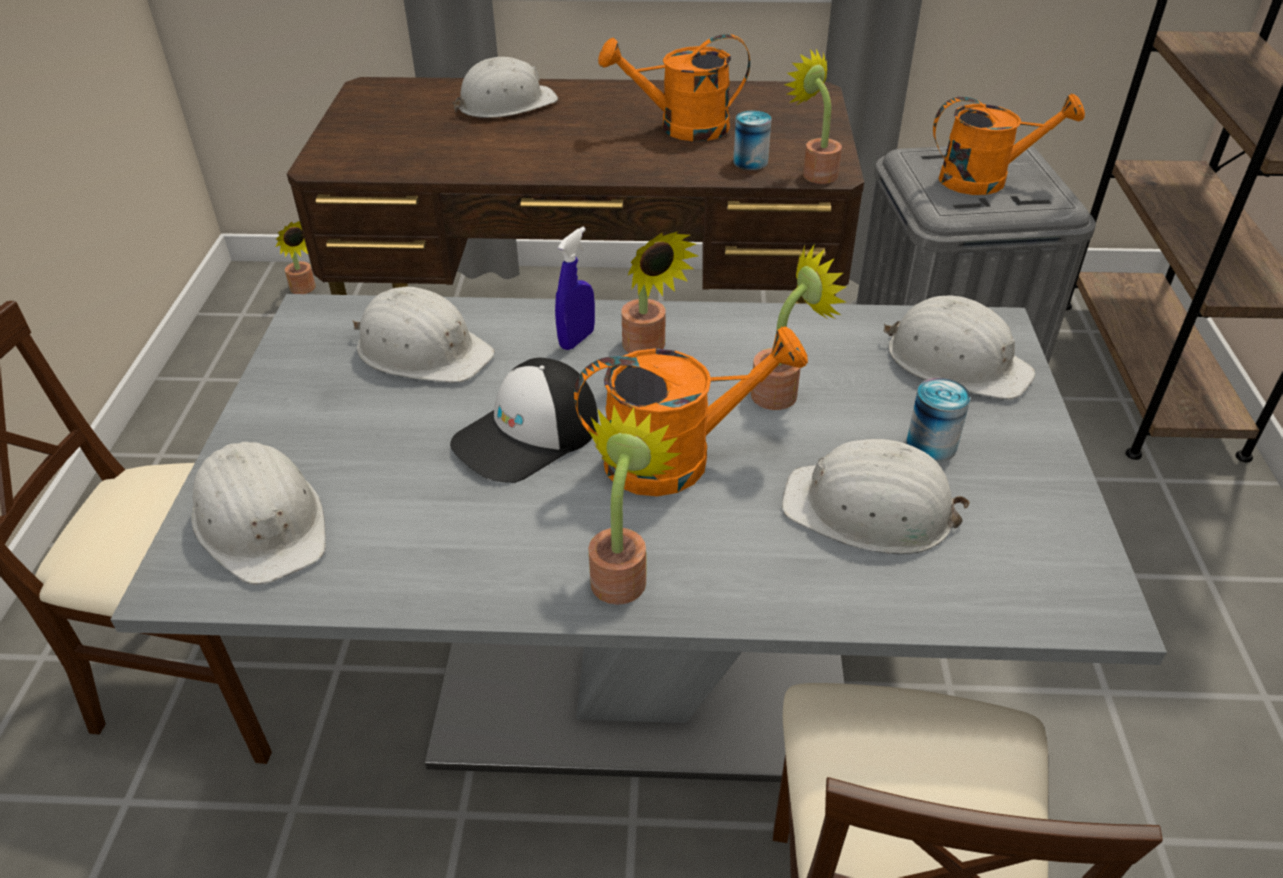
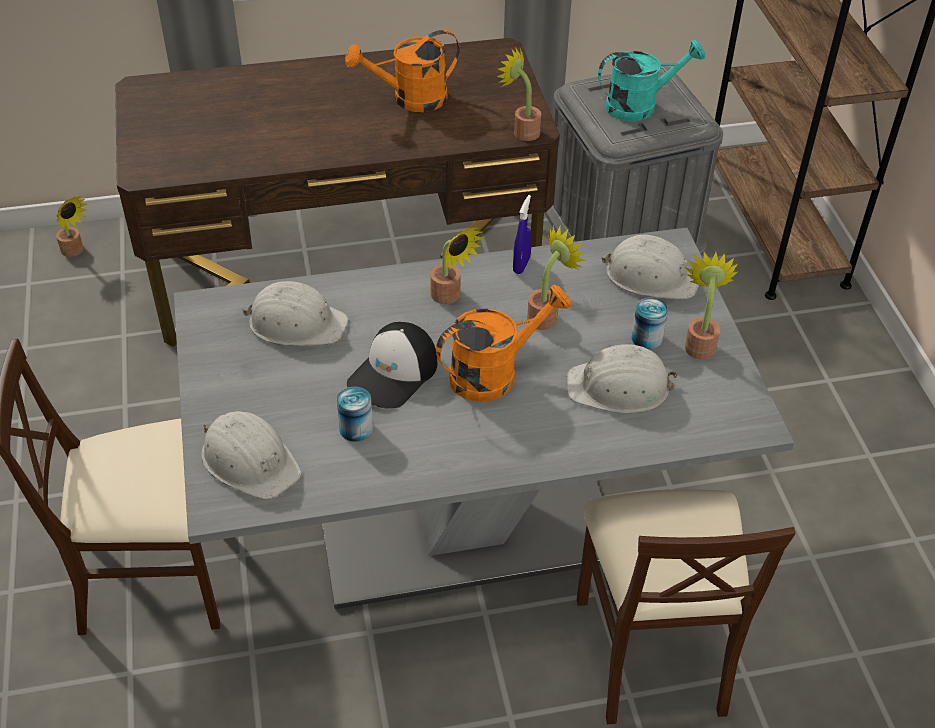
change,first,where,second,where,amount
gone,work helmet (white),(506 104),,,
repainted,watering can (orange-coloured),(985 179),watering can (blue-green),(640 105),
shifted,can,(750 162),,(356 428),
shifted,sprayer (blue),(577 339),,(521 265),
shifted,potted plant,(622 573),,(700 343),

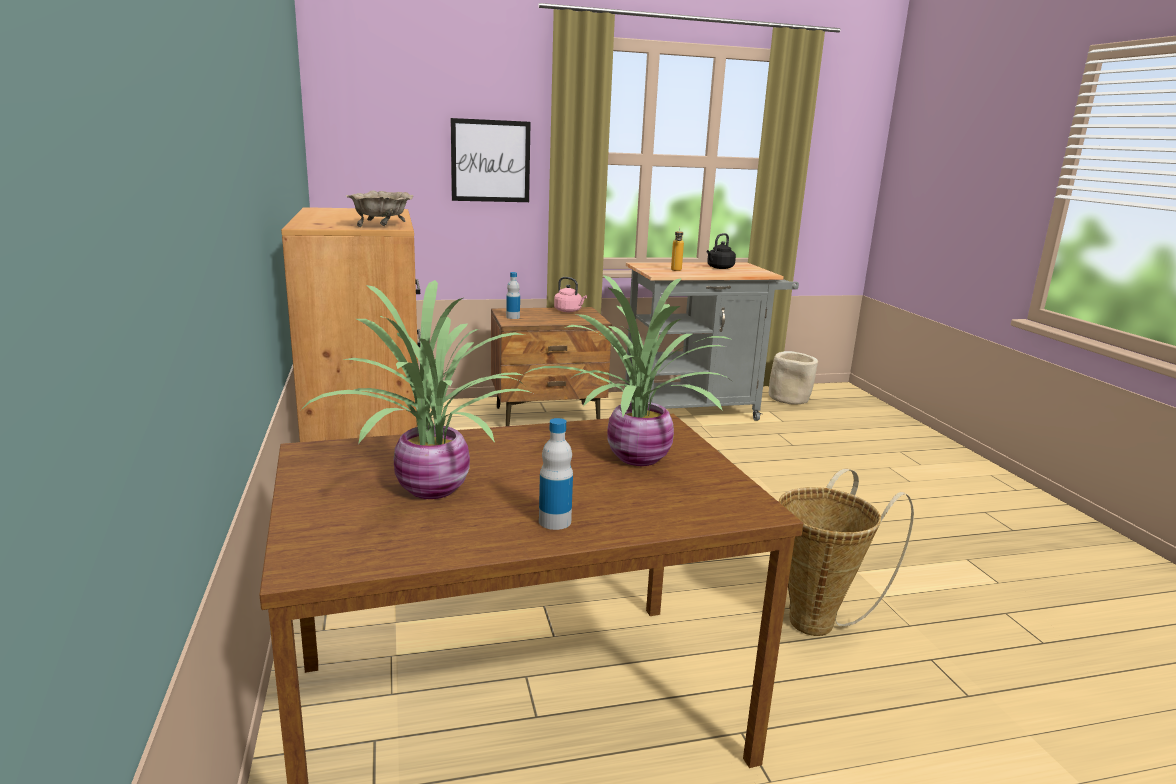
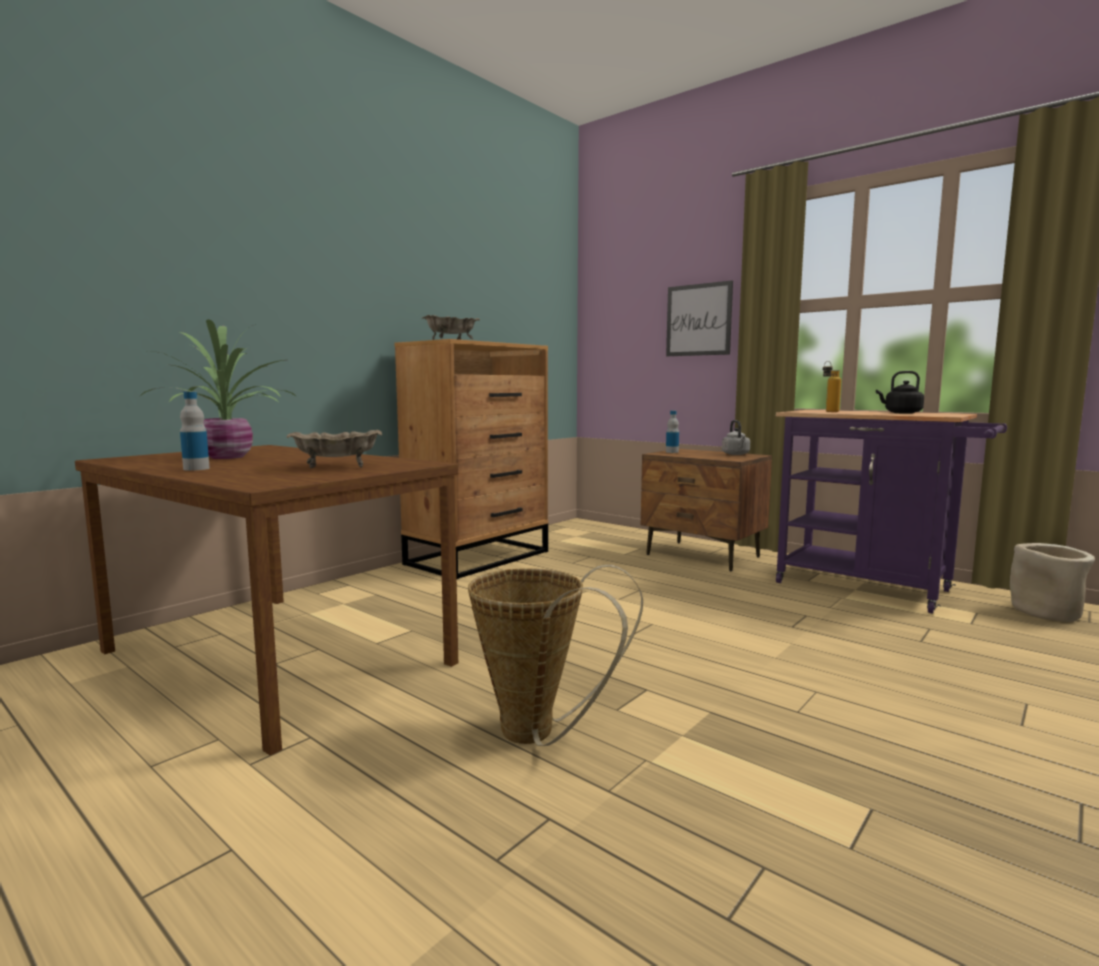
change,first,where,second,where,amount
repainted,wheeled cart (greyish),(698 410),wheeled cart (purple),(873 588),
swapped,potted plant,(635 457),serving bowl (sand-coloured),(337 466),
repainted,water kettle (pinkish),(569 311),water kettle (greyish),(736 454),

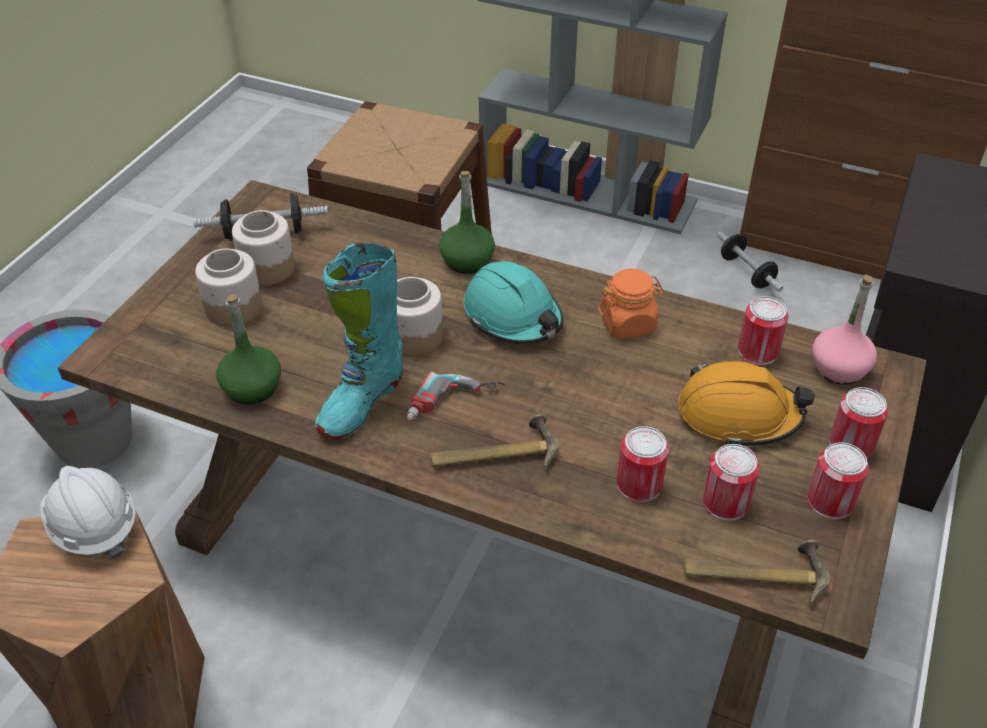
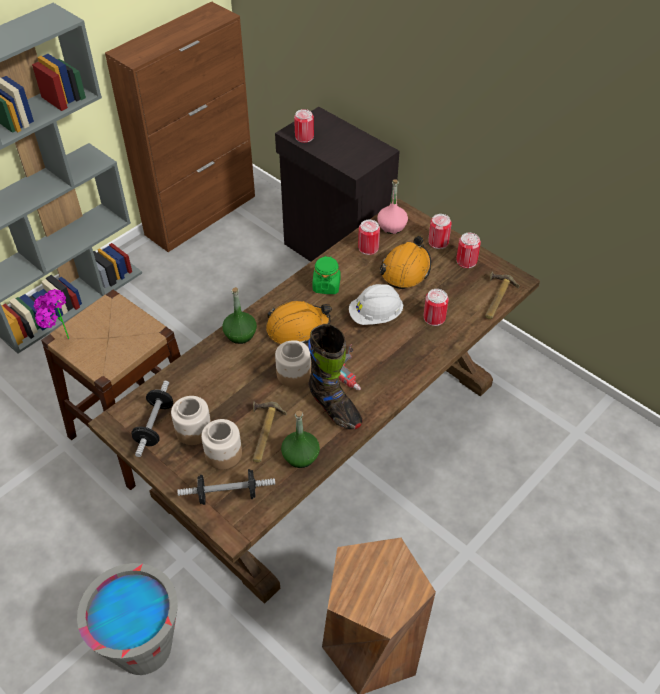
change,first,where,second,where,amount
shifted,dumbbell,(746 272),,(228 494),
repainted,high-top boot (blue-green),(362 402),high-top boot (black-coloured),(334 408),
repainted,work helmet (blue-green),(513 316),work helmet (orange-coloured),(298 328),
repainted,preserve jar (orange-coloured),(628 324),preserve jar (green),(326 286),
shifted,hammer,(494 453),,(262 433),
shifted,can,(725 503),,(304 137),
shifted,work helmet (white),(93 527),,(375 316),
new,,,potted plant,(60 341),

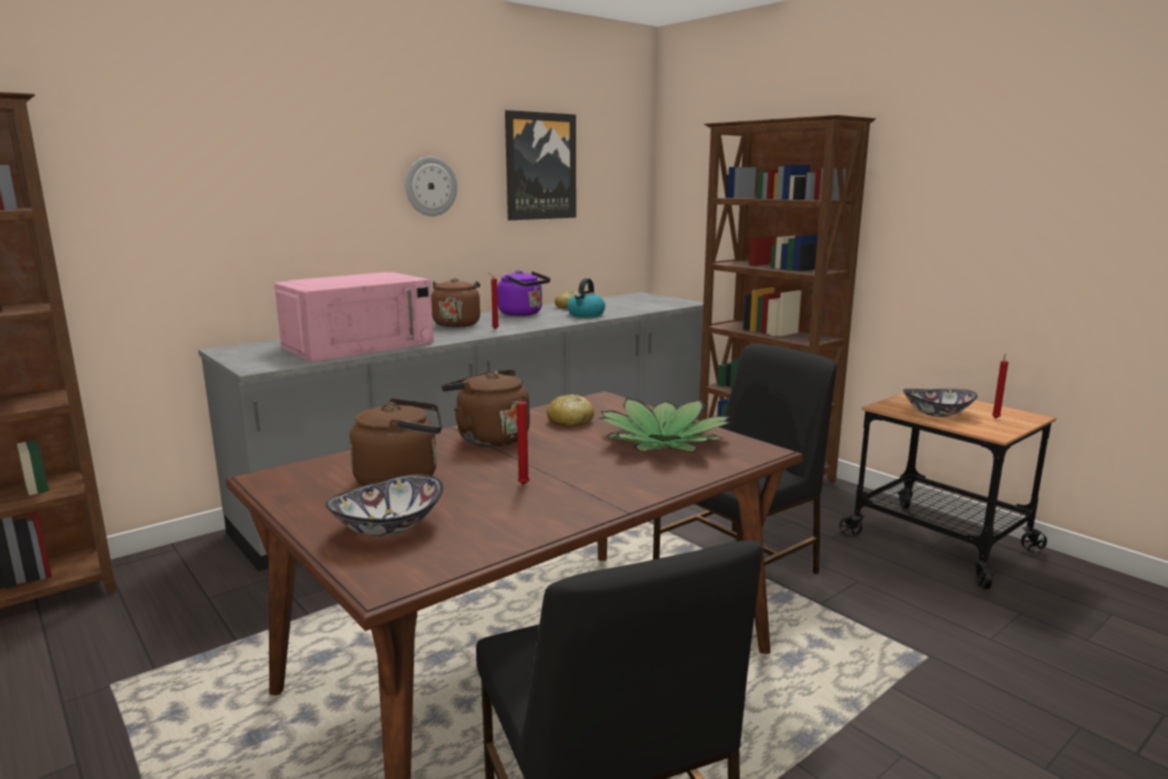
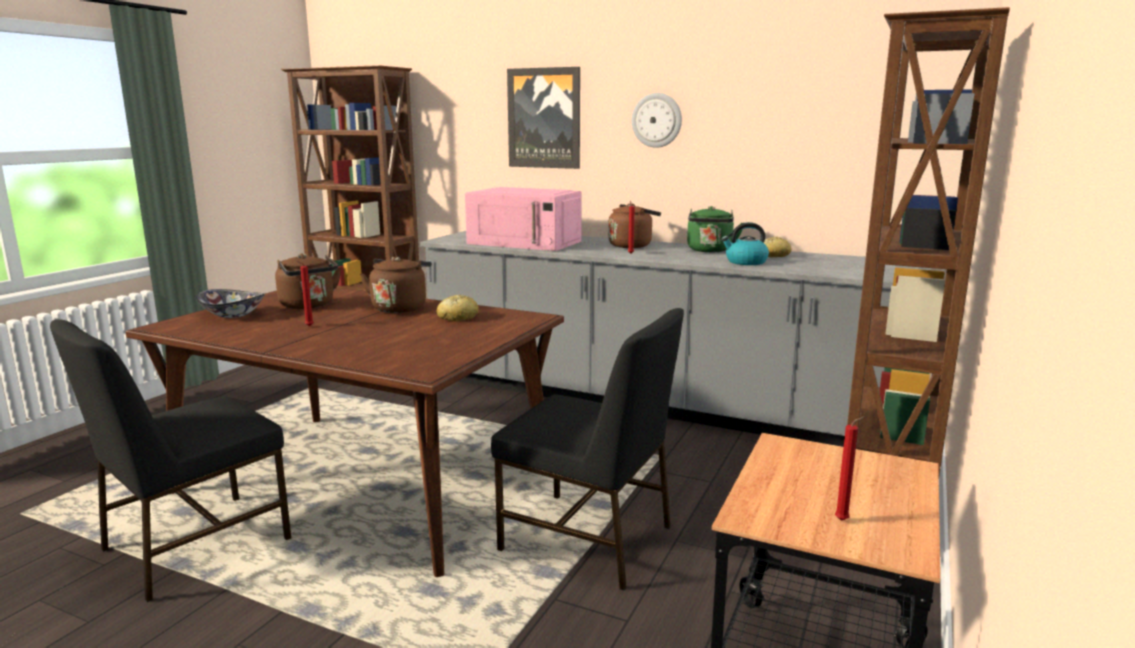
change,first,where,second,where,amount
shifted,wall picture,(540 166),,(544 118),
repainted,water kettle (purple),(523 314),water kettle (green),(710 250),
gone,serving bowl,(936 413),,,
gone,potted plant,(663 441),,,

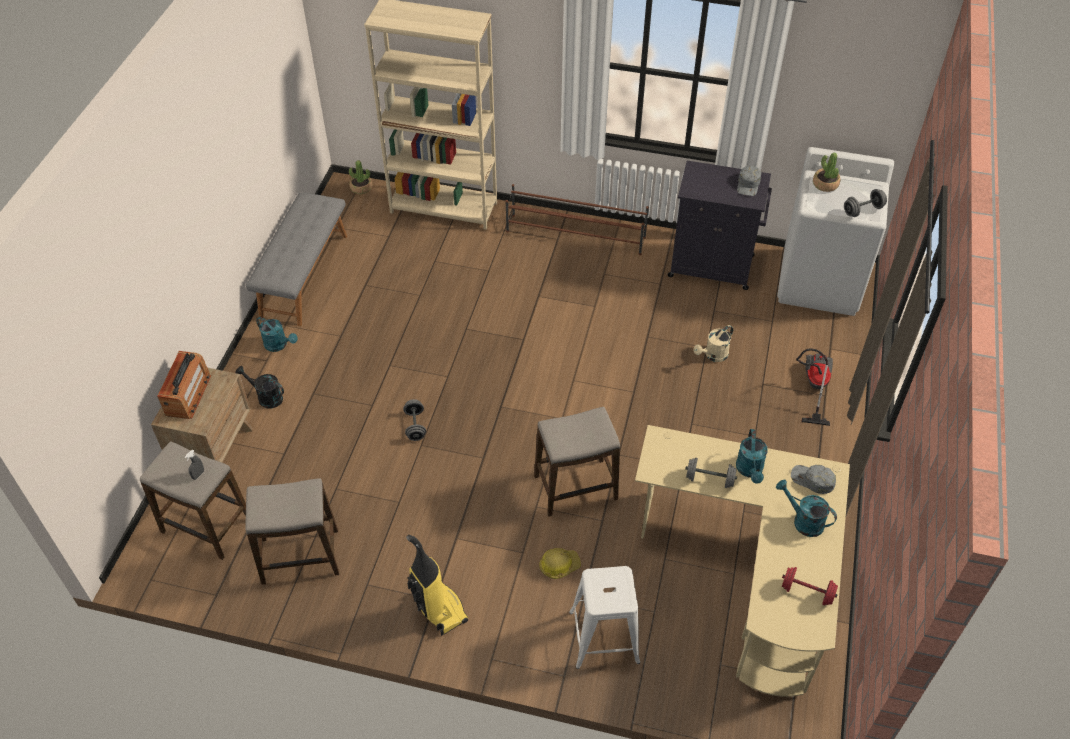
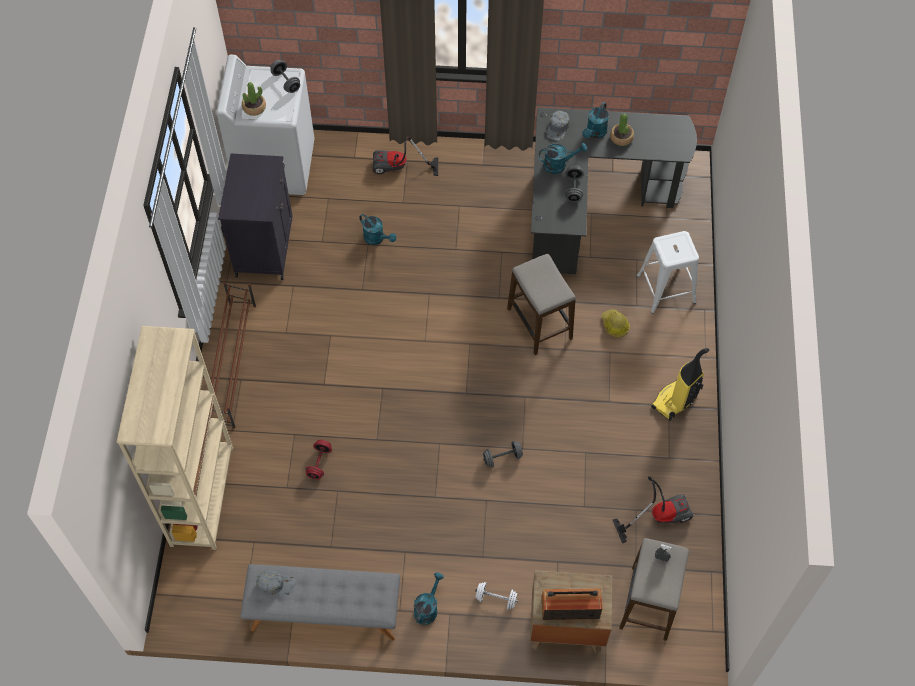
change,first,where,second,where,amount
shifted,potted plant,(361 188),,(621 138),
shifted,peaked cap (greyish),(748 184),,(276 584),
repainted,watering can (sand-coloured),(713 356),watering can (blue-green),(377 239),
swapped,watering can (black-coloured),(266 397),dumbbell (white),(496 599),
repainted,desk unit (sand-coloured),(749 575),desk unit (black-coloured),(589 204),
swapped,sitting stool,(300 557),vacuum,(658 515),
shifted,dumbbell (red-coloured),(807 592),,(319 463),

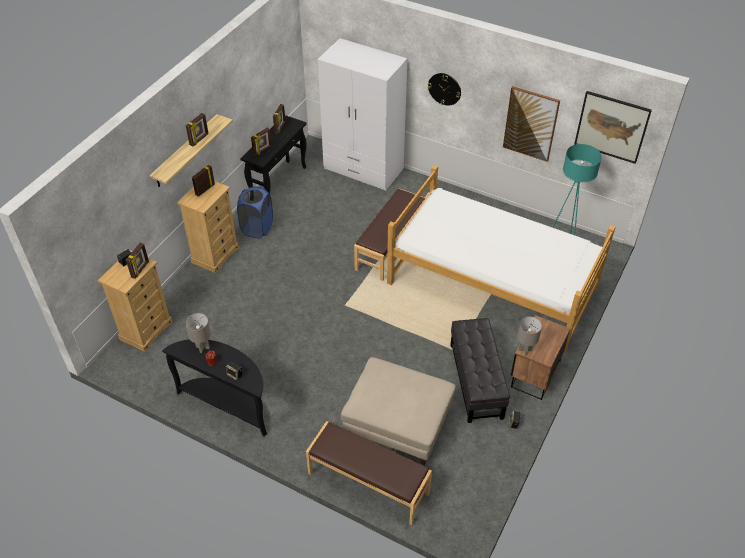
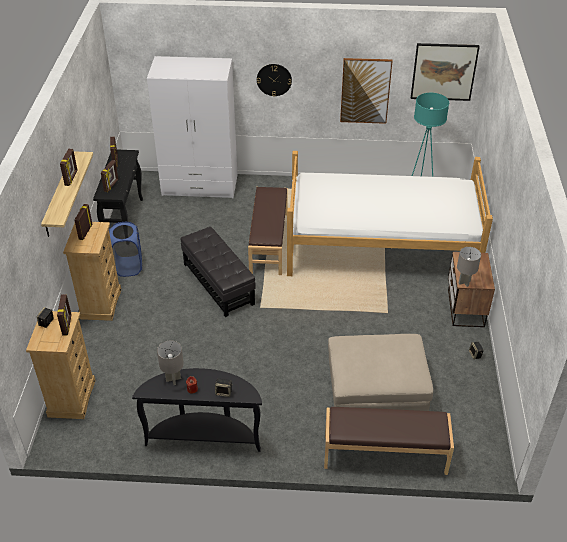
change,first,where,second,where,amount
shifted,pouffe (black-coloured),(475 381),,(218 284),

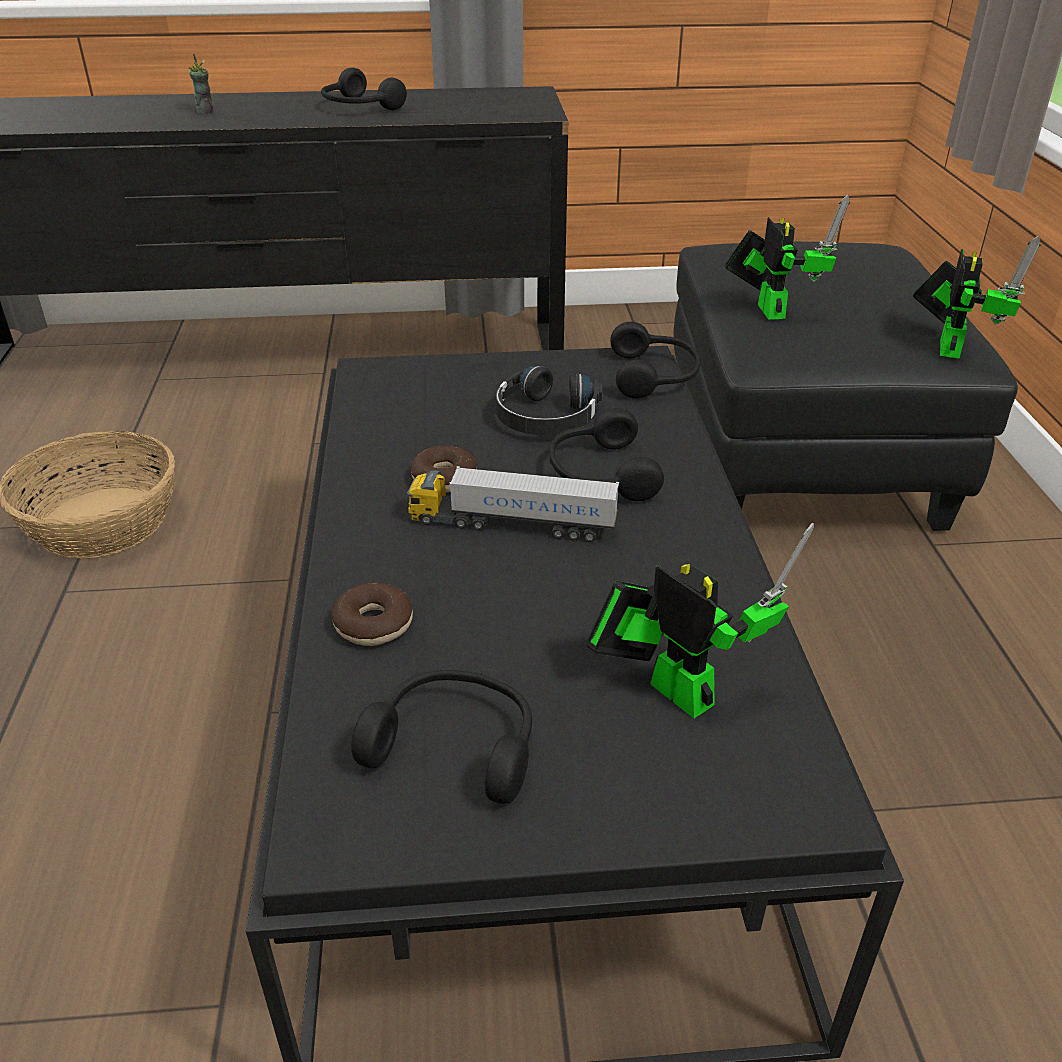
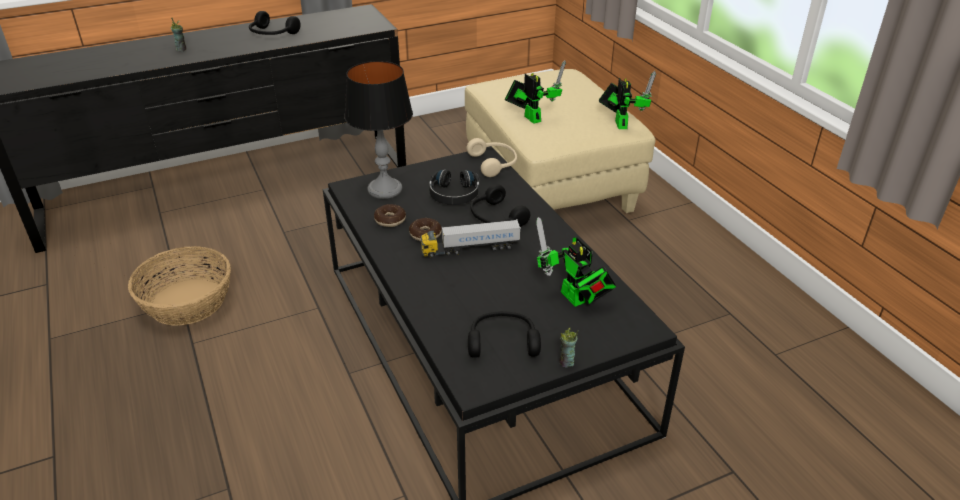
change,first,where,second,where,amount
repainted,pouffe (black-coloured),(799 454),pouffe (sand-coloured),(549 187),
repainted,headphones (black-coloured),(655 376),headphones (sand-coloured),(494 163),
rotated,toy robot,(673 688),,(575 300),150 degrees counterclockwise
shifted,ring doughnut,(373 624),,(390 220),
new,,,lamp for a table,(384 189),
new,,,small cup,(566 362),

